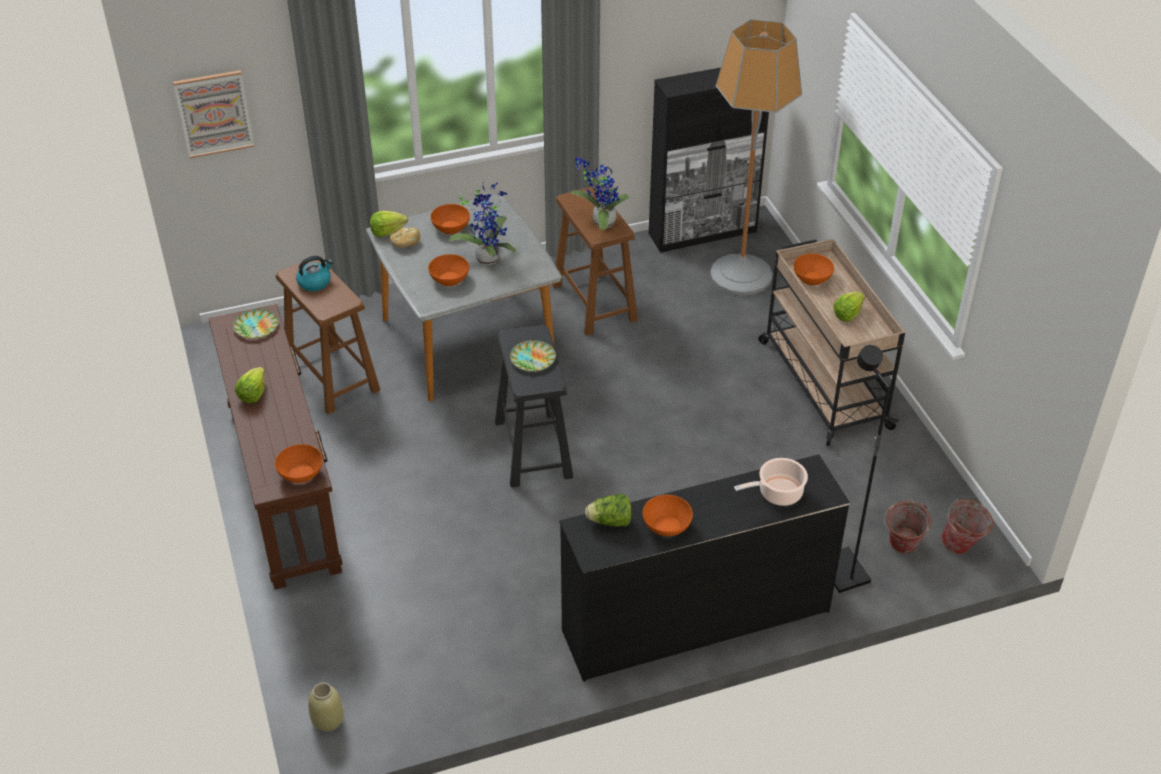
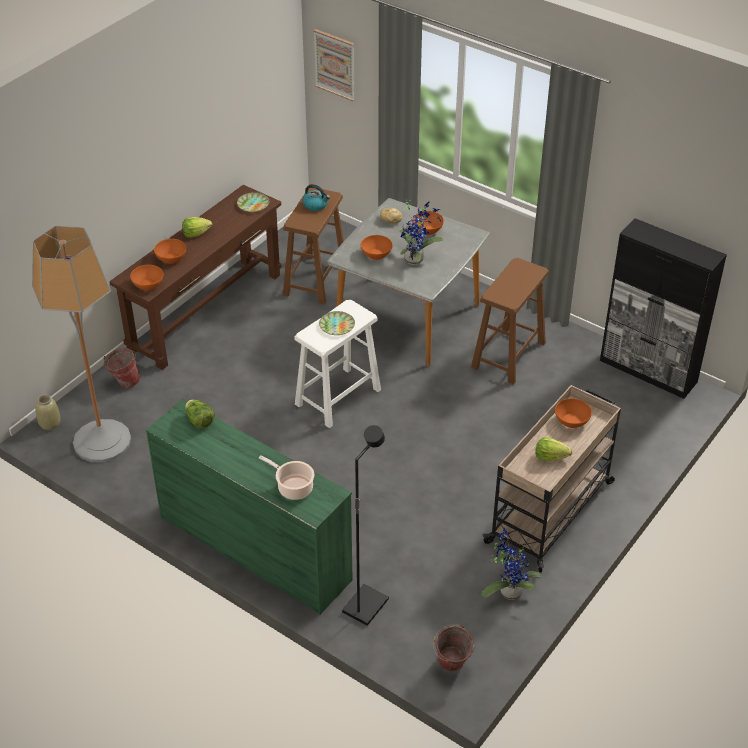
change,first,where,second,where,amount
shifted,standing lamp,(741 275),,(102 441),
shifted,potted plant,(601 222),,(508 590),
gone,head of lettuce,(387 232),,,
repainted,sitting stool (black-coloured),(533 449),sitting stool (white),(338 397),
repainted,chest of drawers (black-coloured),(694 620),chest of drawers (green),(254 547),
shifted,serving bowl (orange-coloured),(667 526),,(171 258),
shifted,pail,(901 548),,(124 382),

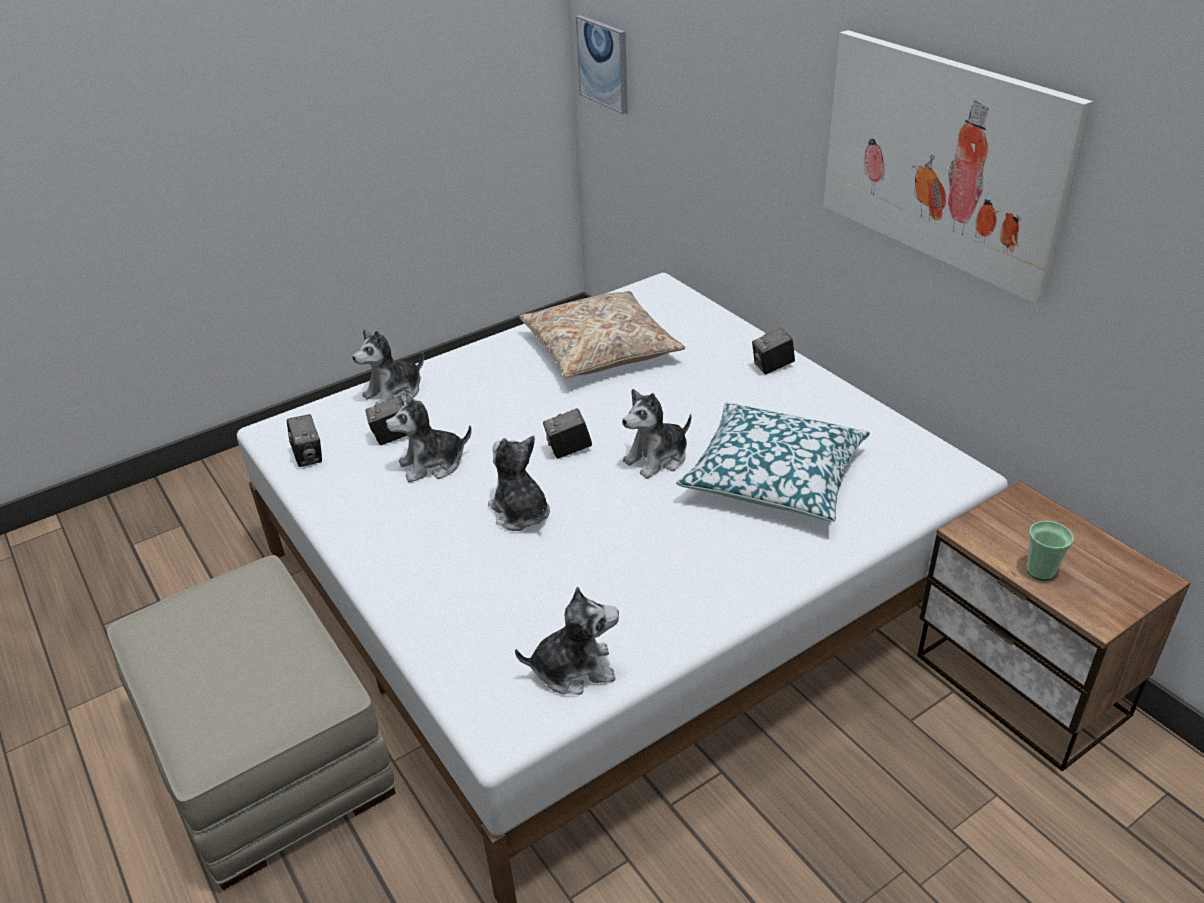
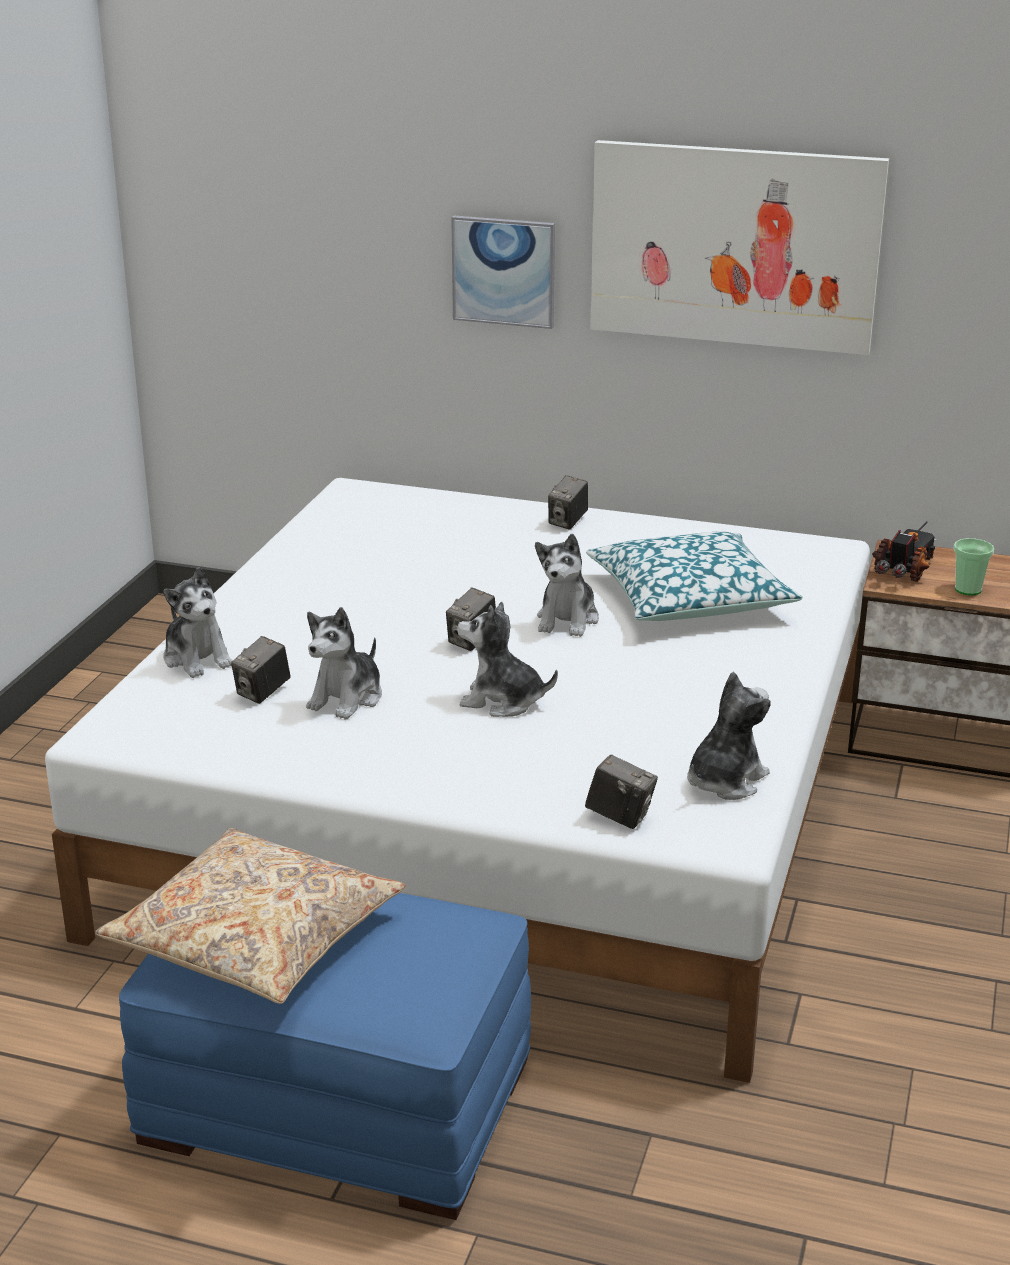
change,first,where,second,where,amount
shifted,wall picture,(603 63),,(504 271),
shifted,throw pillow (sand-coloured),(600 349),,(256 937),
rotated,cuddly toy,(394 393),,(197 658),45 degrees counterclockwise
shifted,still camera,(308 456),,(620 816),
repainted,pouffe (sand-coloured),(267 752),pouffe (blue),(339 1100),
new,,,toy lorry,(905 570),

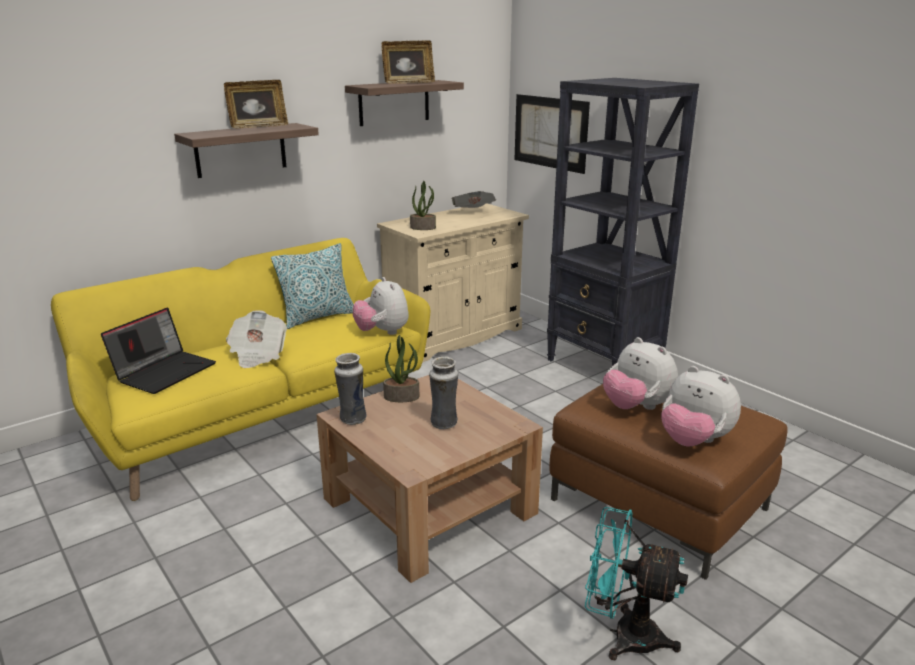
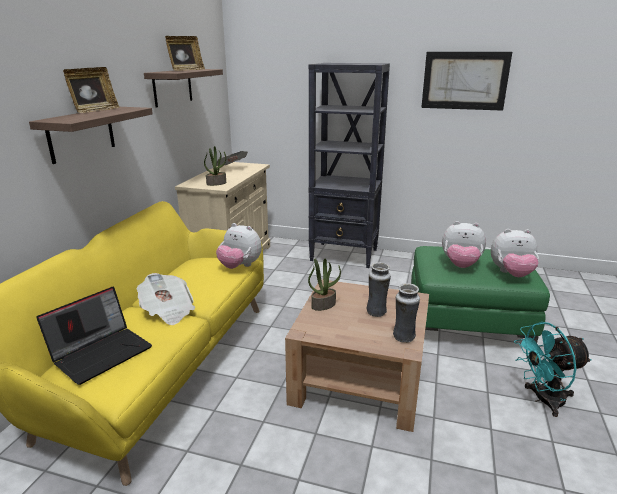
change,first,where,second,where,amount
shifted,wall picture,(550 132),,(464 81),
gone,throw pillow,(317 317),,,
rotated,notebook computer,(165 371),,(102 352),45 degrees clockwise
shifted,flower vase,(352 419),,(403 338),
repainted,pouffe (brown-coloured),(658 504),pouffe (green),(467 322),

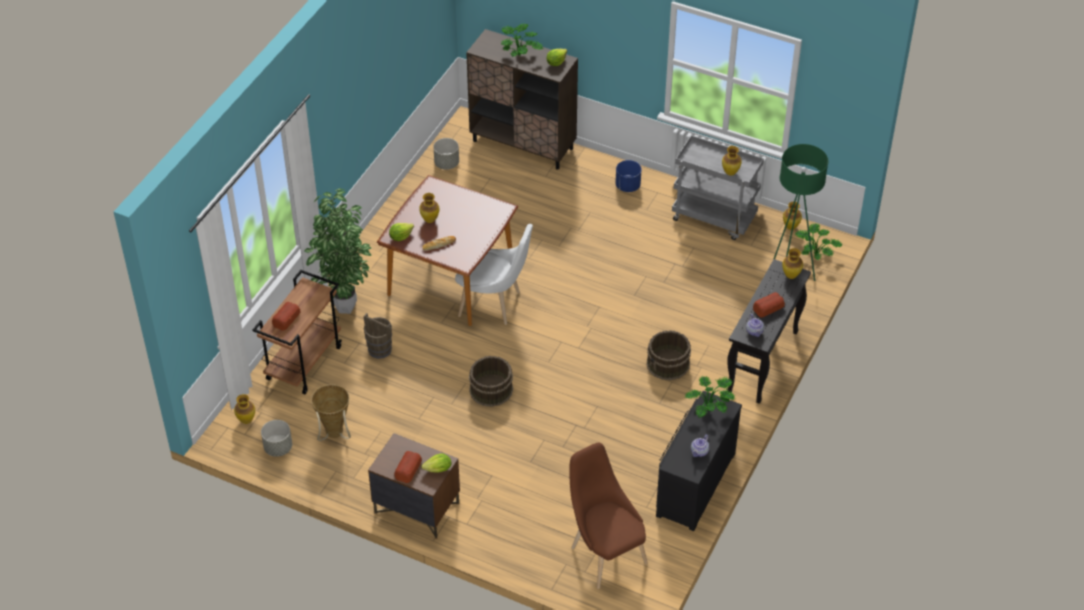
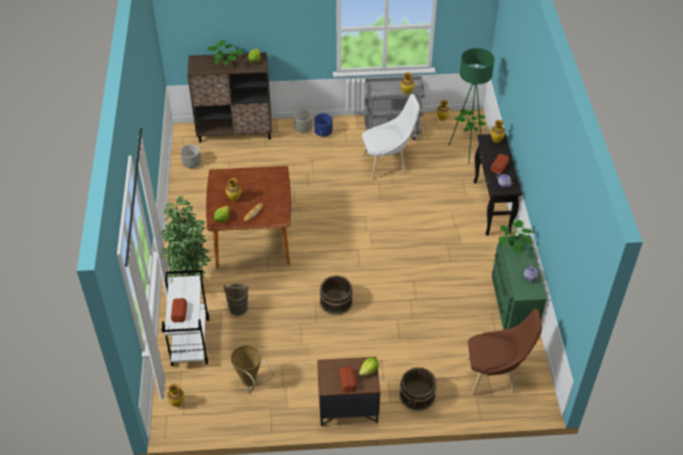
change,first,where,second,where,amount
shifted,upright chair (white),(494 304),,(387 164),
repainted,wheeled cart (brown-coloured),(304 362),wheeled cart (white),(190 341),
shifted,pail (brown-coloured),(668 364),,(417 395),
repainted,chest of drawers (black-coloured),(693 483),chest of drawers (green),(512 303),
shifted,flower pot (greyish),(278 448),,(303 128),
rotated,upright chair (brown-coloured),(605 552),,(494 376),150 degrees clockwise

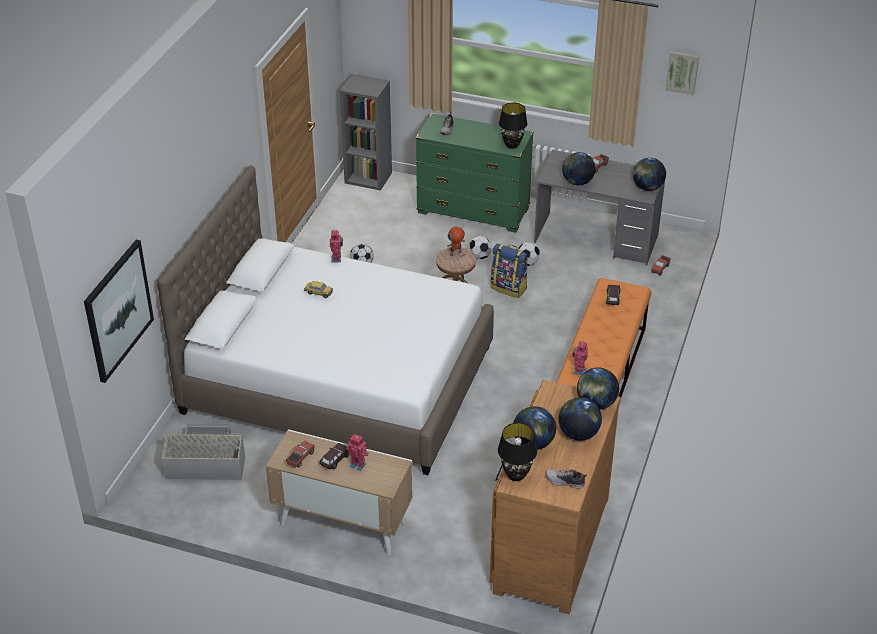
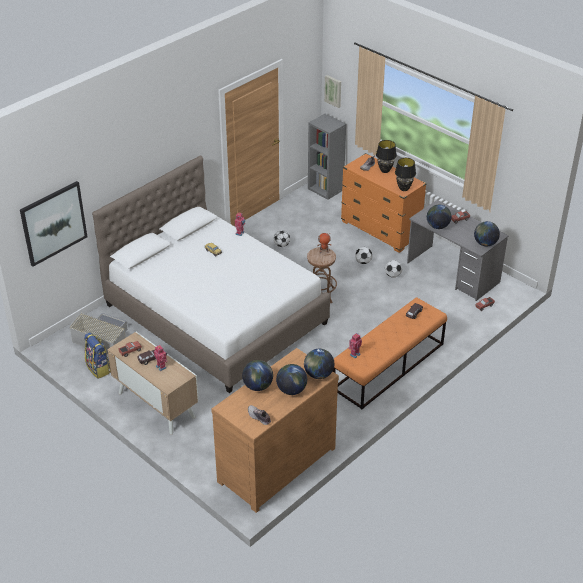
change,first,where,second,where,amount
shifted,wall picture,(682 72),,(333 91),
repainted,chest of drawers (green),(473 211),chest of drawers (orange-coloured),(380 230),
shifted,knapsack,(509 288),,(99 368),
shifted,lamp for a table (black-coloured),(516 475),,(385 170),

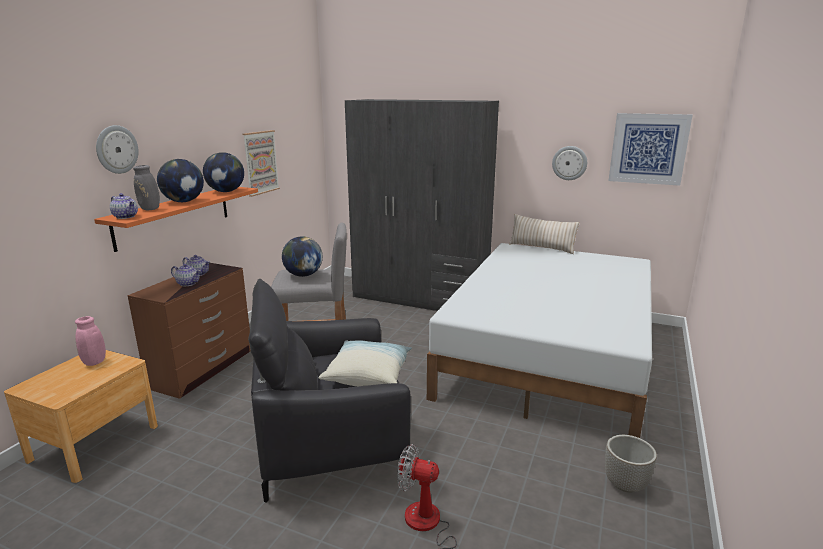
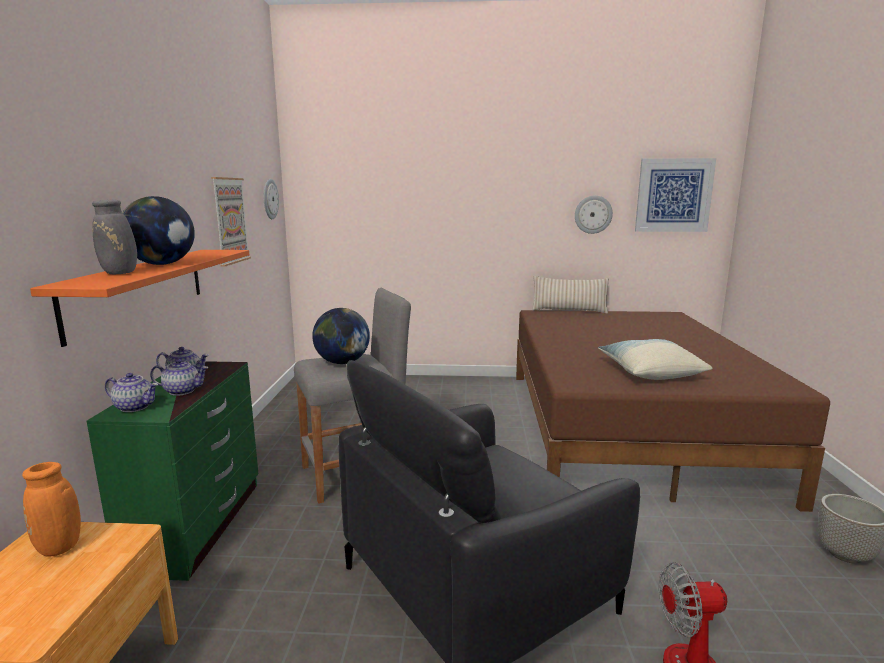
change,first,where,second,where,amount
gone,armoire (greyish),(420 298),,,
shifted,wall clock,(116 149),,(269 199),
gone,globe,(226 191),,,
shifted,teapot,(126 216),,(135 407),
repainted,bedroom bed (white),(549 356),bedroom bed (brown-coloured),(626 427),
repainted,chest of drawers (brown-coloured),(203 368),chest of drawers (green),(198 525),
repainted,flower vase (pinkish),(94 363),flower vase (orange-coloured),(60 550),
shifted,throw pillow,(368 374),,(649 372),

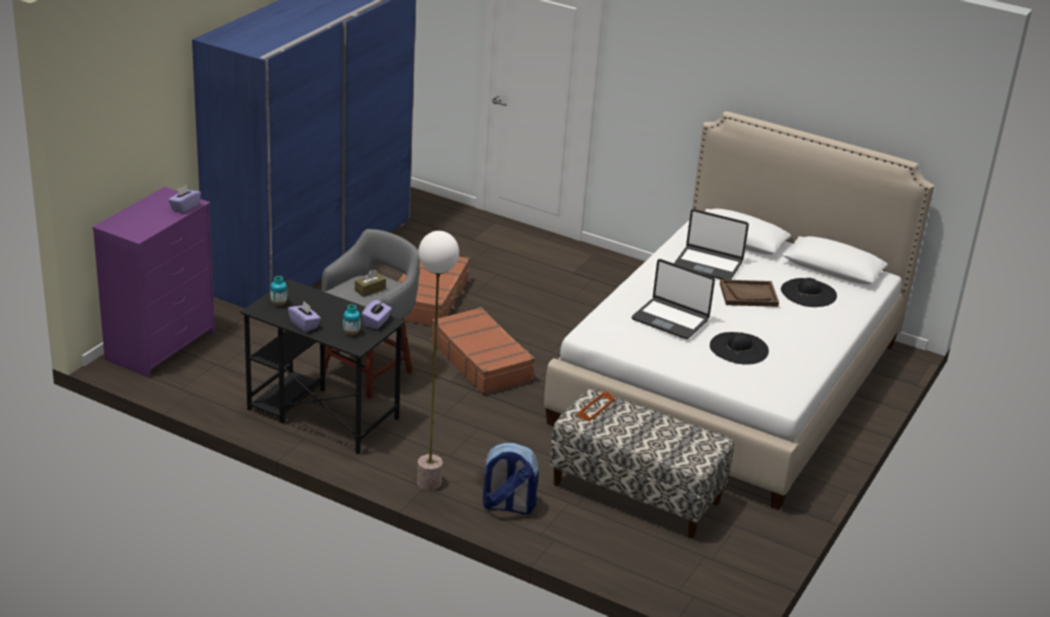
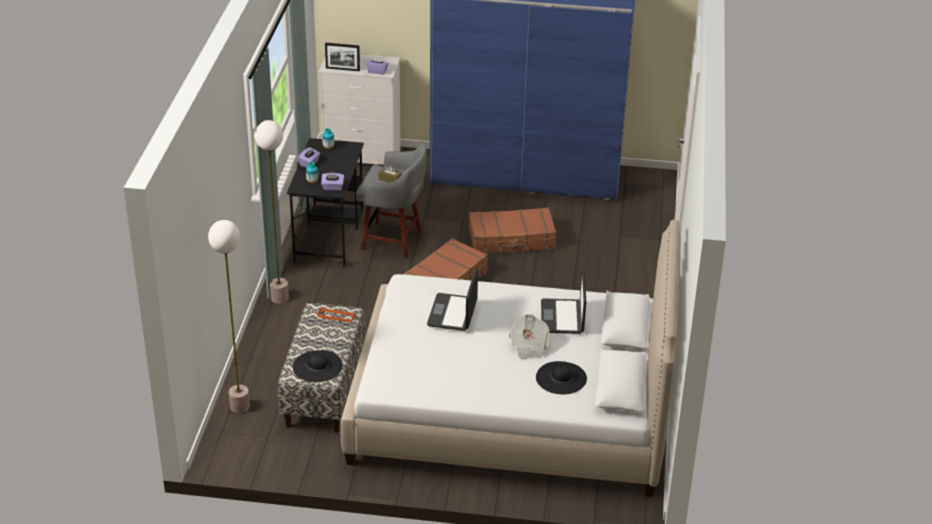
change,first,where,second,where,amount
repainted,chest of drawers (purple),(161 345),chest of drawers (white),(363 156),
swapped,tray (brown-coloured),(748 295),daily paper,(528 346),
shifted,clothing hat (black-coloured),(739 348),,(317 366),
gone,knapsack,(507 506),,,
new,,,picture frame,(342 69),
new,,,standing lamp,(240 407),

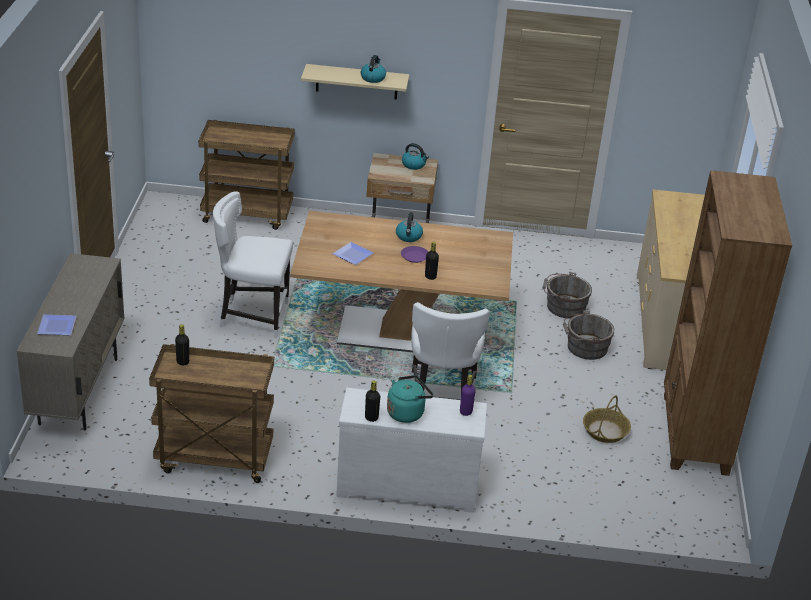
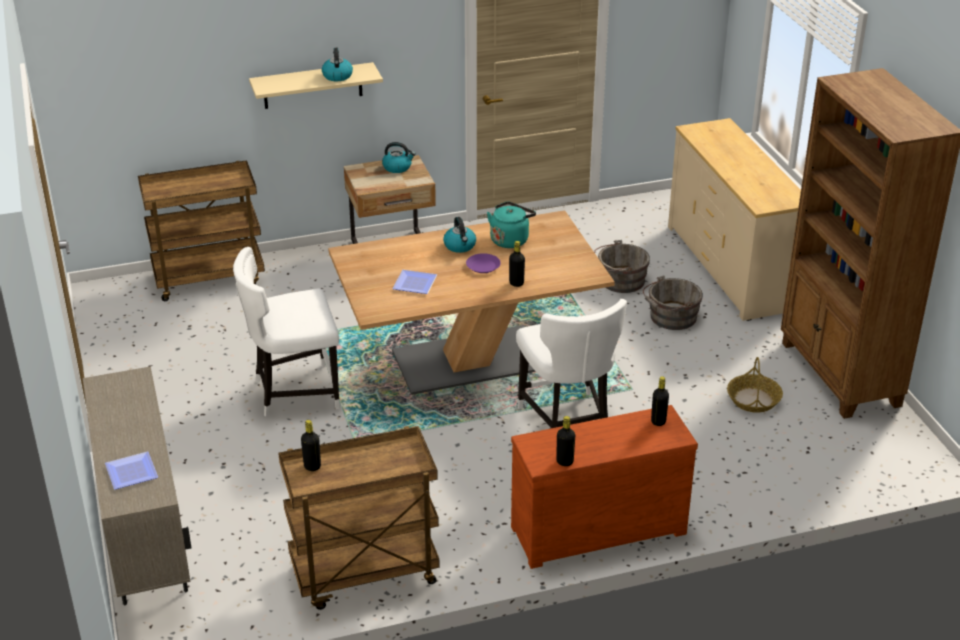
change,first,where,second,where,amount
shifted,water kettle (blue-green),(407 412),,(510 239),
repainted,drink bottle (purple),(466 412),drink bottle (black-coloured),(658 421),
repainted,chest of drawers (white),(407 484),chest of drawers (brown-coloured),(596 527),

